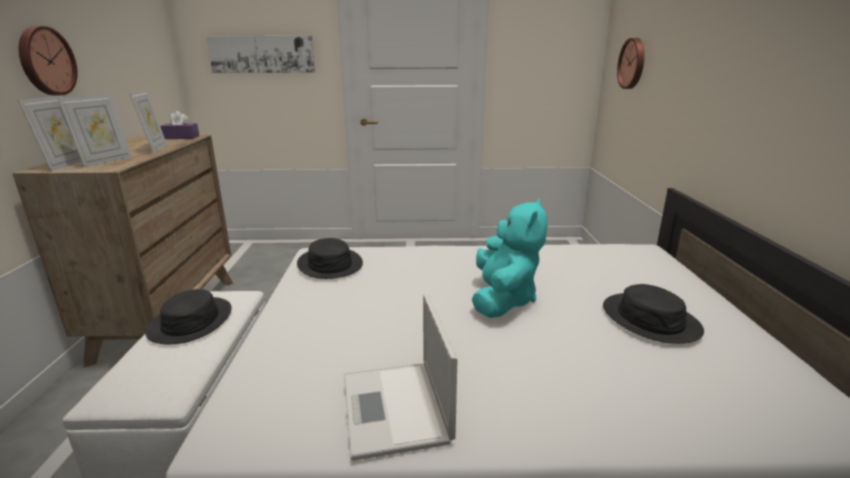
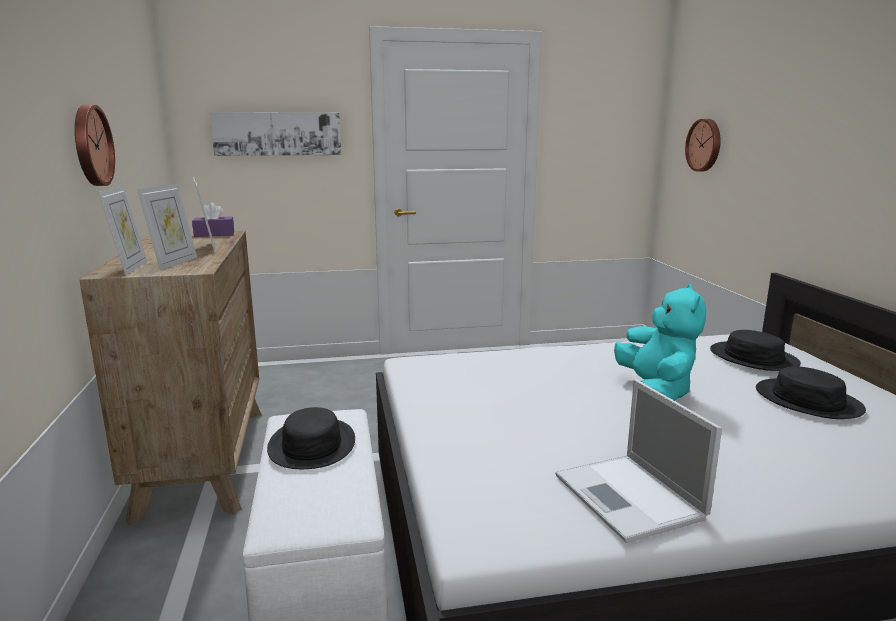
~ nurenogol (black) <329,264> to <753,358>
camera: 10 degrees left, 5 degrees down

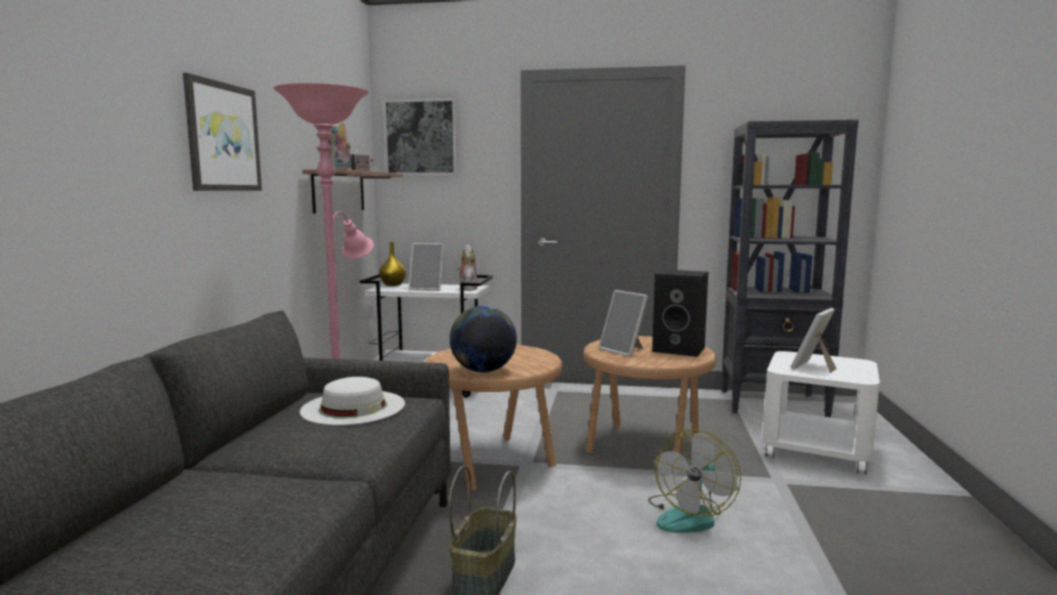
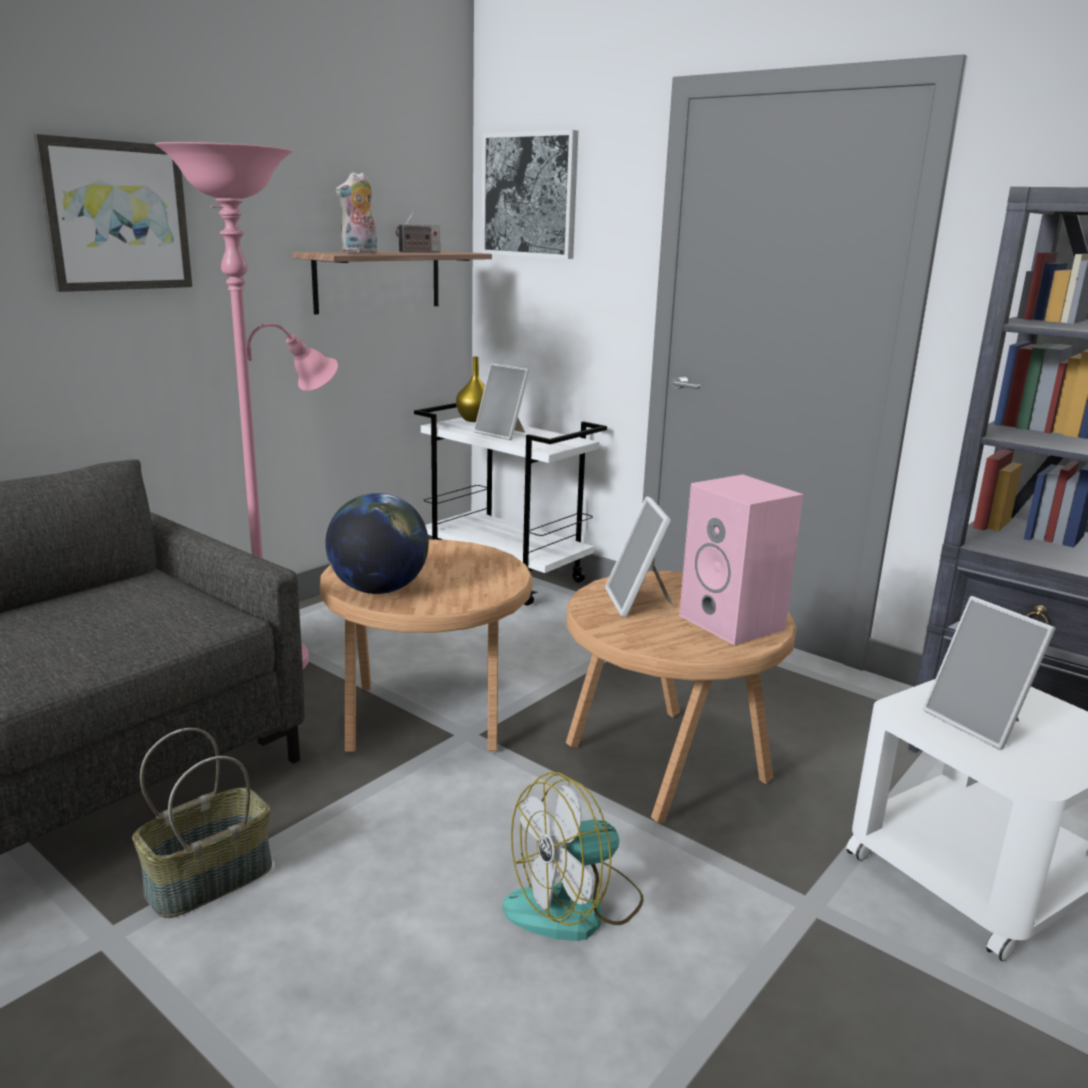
- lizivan <467,288>
~ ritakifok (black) <680,349> to ritakifok (pink) <734,623>
~ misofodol <813,367> = <979,723> 105 degrees counterclockwise
- nurenogol (white) <353,407>
camera: 30 degrees right, 10 degrees up

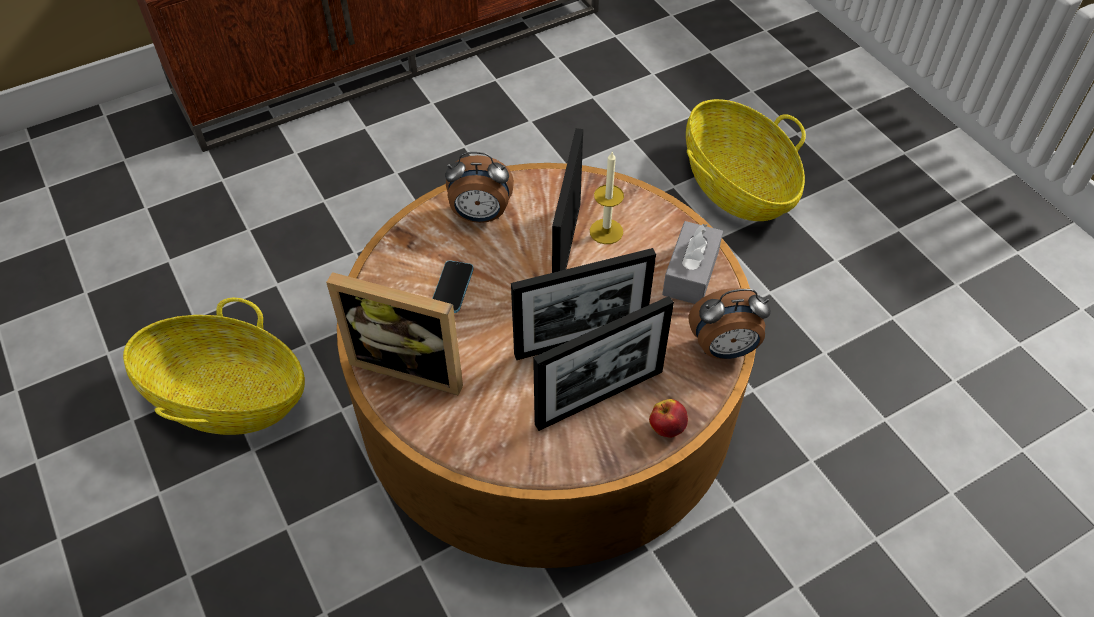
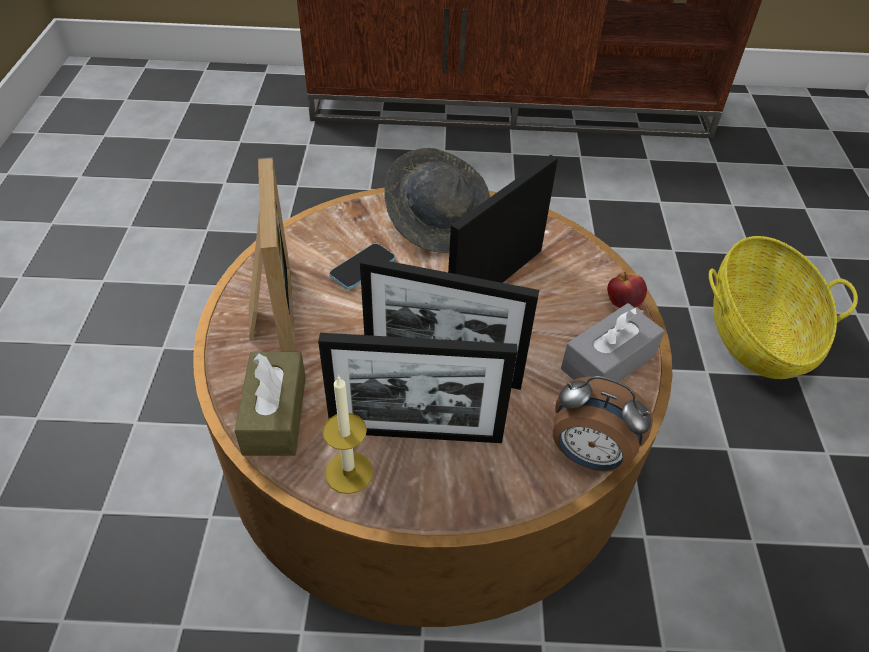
~ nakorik <480,216> to nurenogol (grey) <438,221>
~ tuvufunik <606,231> to <349,472>
~ misofodol <411,363> = <271,313> 150 degrees counterclockwise
- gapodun <227,397>
~ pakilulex <666,428> to <623,303>
+ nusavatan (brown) <275,415>
camera: 30 degrees right, 5 degrees down

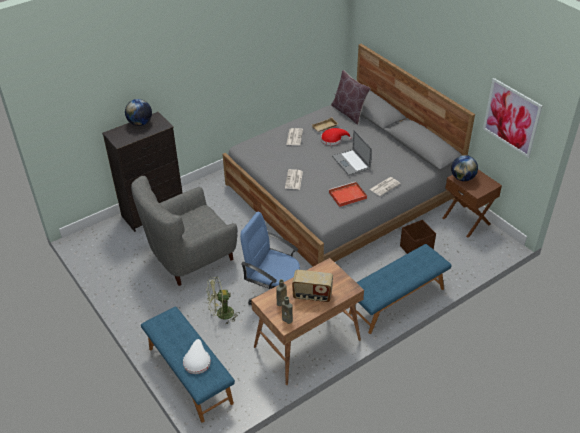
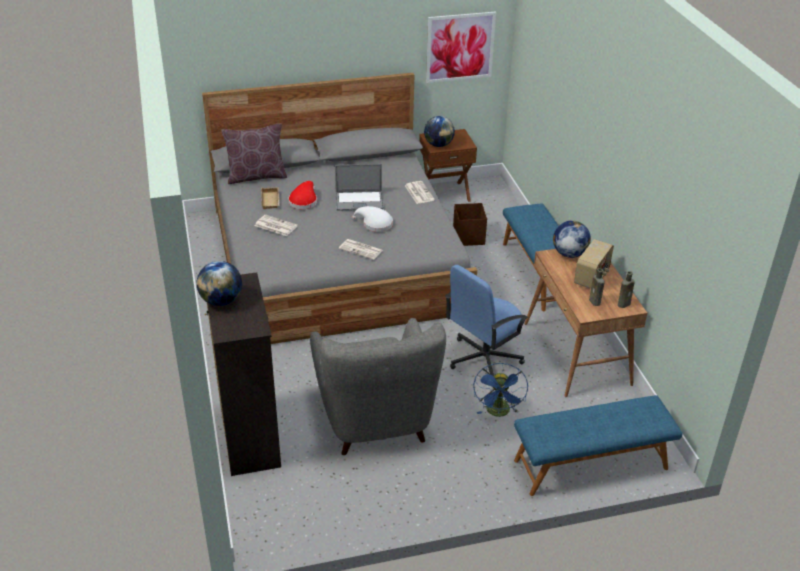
- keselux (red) <347,196>
~ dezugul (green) <221,314> to dezugul (blue) <499,413>
~ nurenogol (white) <197,361> to <375,224>
+ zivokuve <569,254>
camera: 70 degrees left, 5 degrees down

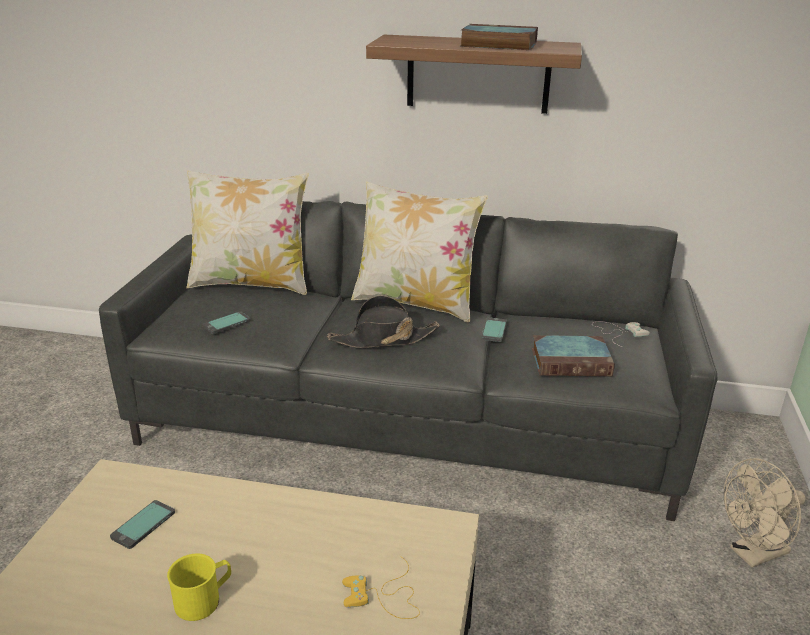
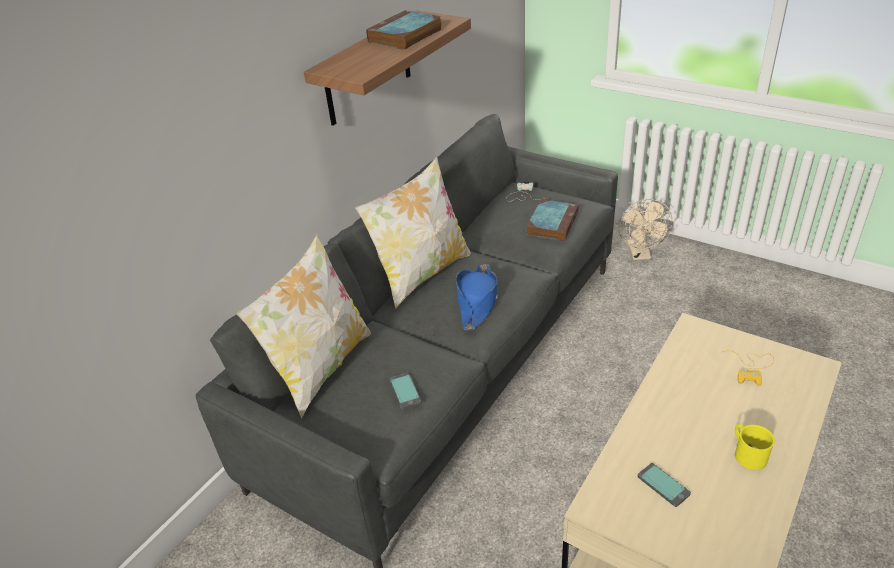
~ nurenogol (black) <383,339> to nurenogol (blue) <477,302>
- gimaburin <494,330>
camera: 65 degrees left, 10 degrees up

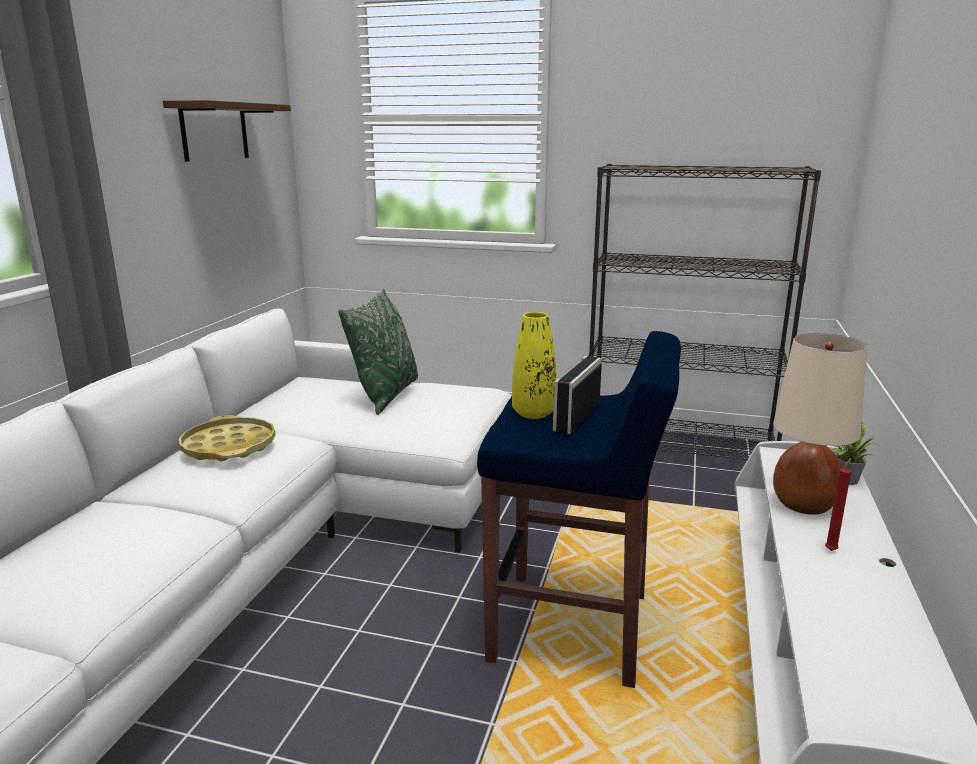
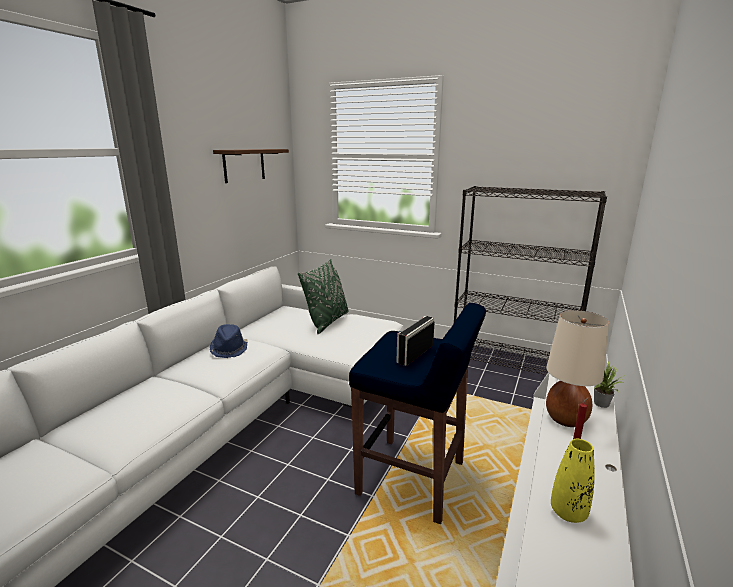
~ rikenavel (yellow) <533,413> to <568,512>
~ keselux (yellow) <229,447> to nurenogol (blue) <229,349>
camera: 10 degrees right, 0 degrees up

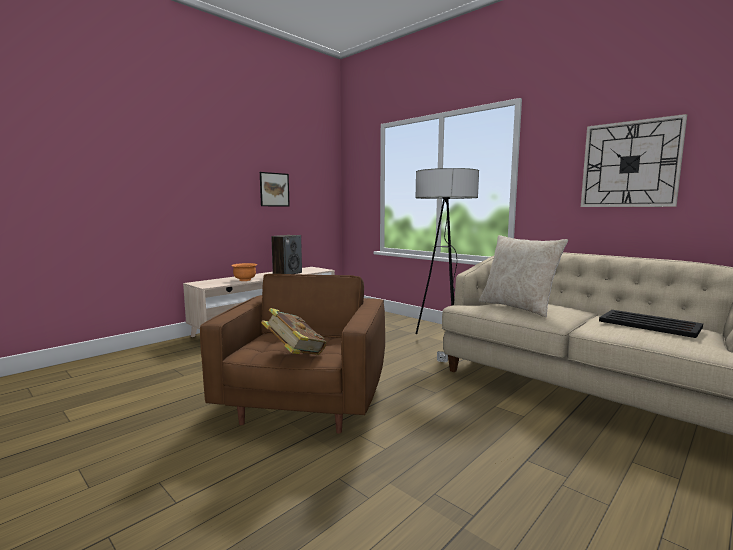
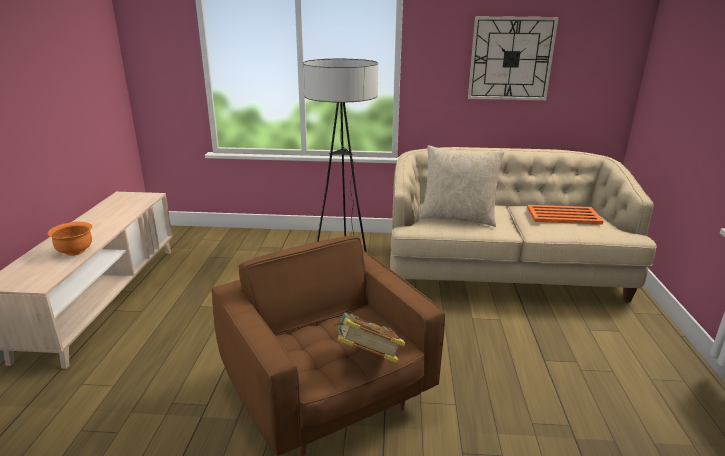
- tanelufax <274,189>
- ritakifok <287,273>
~ keselux (black) <648,324> to keselux (orange) <562,215>
camera: 40 degrees left, 15 degrees up

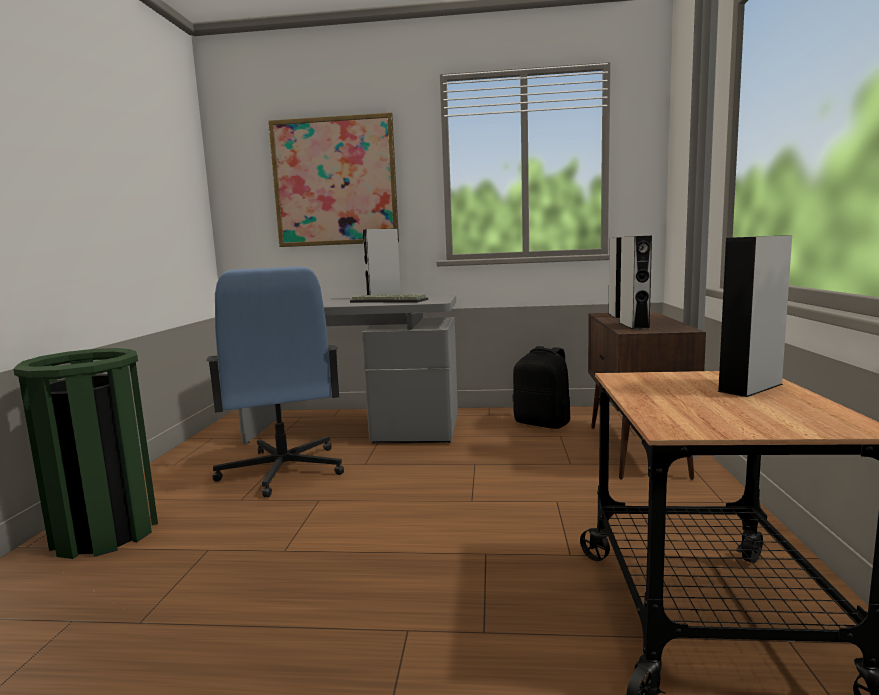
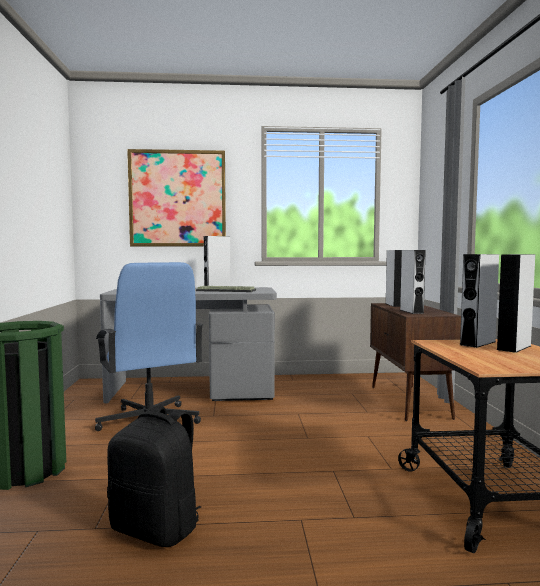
~ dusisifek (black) <543,423> to <157,529>
+ ritakifok (grey) <477,343>
camera: 10 degrees left, 5 degrees down

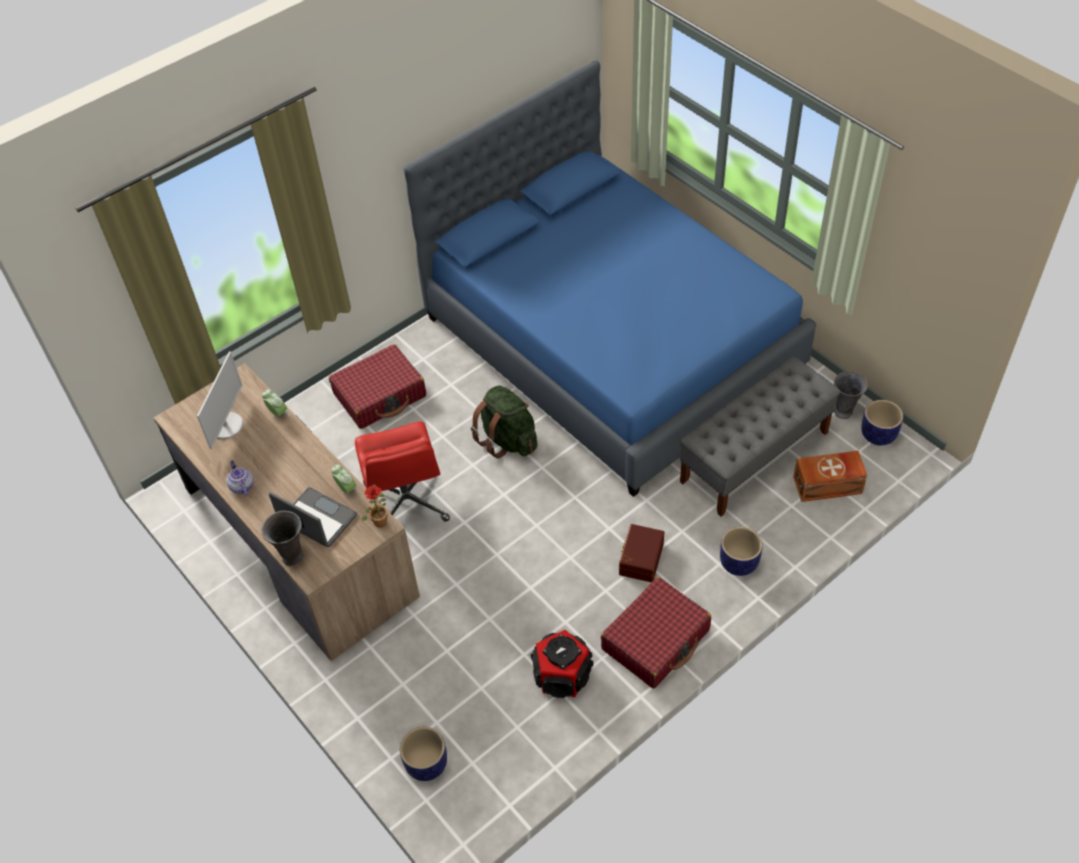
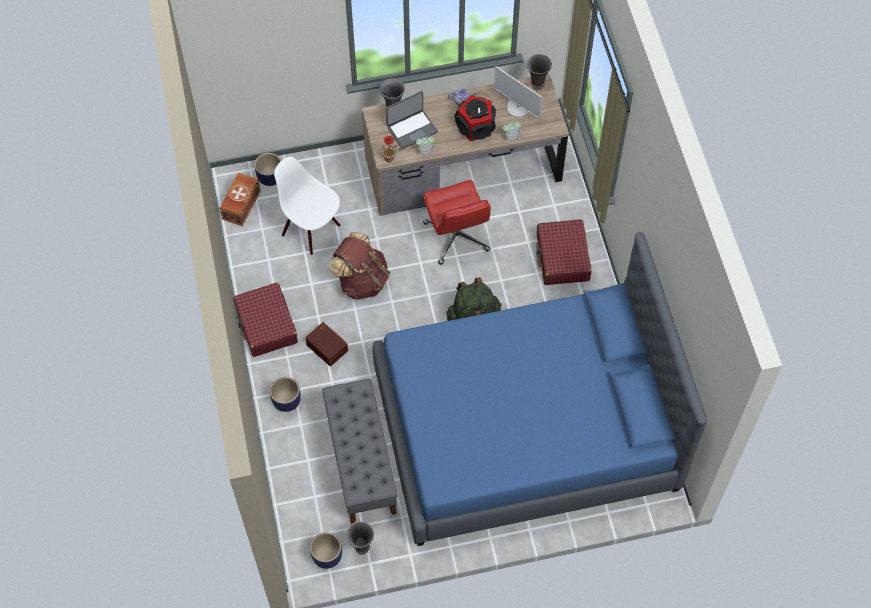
~ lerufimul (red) <407,502> = <457,237> 120 degrees counterclockwise
~ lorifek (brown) <828,486> to <240,205>
~ ritakifok <561,675> to <476,127>
+ rikenavel (grey) <537,85>
+ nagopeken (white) <311,230>
+ dusisifek (brown) <362,280>
camera: 115 degrees right, 10 degrees up

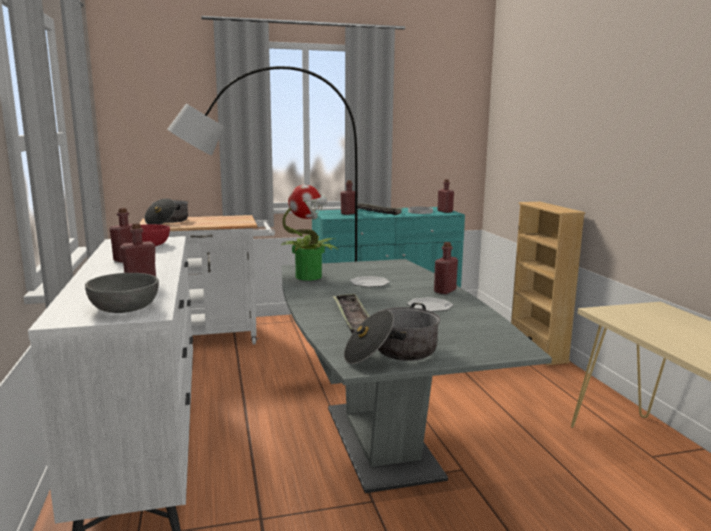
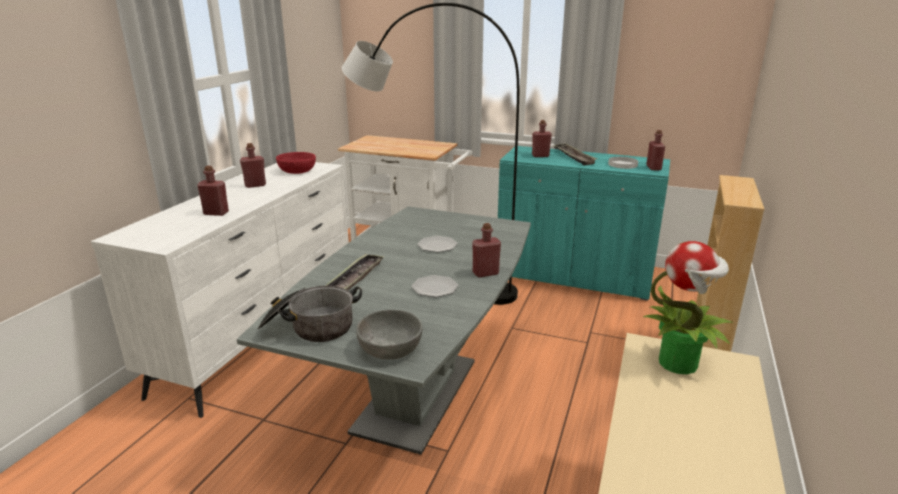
~ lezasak <309,276> to <679,363>
- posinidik <167,221>
~ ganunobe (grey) <125,307> to <390,348>
camera: 35 degrees right, 10 degrees up

